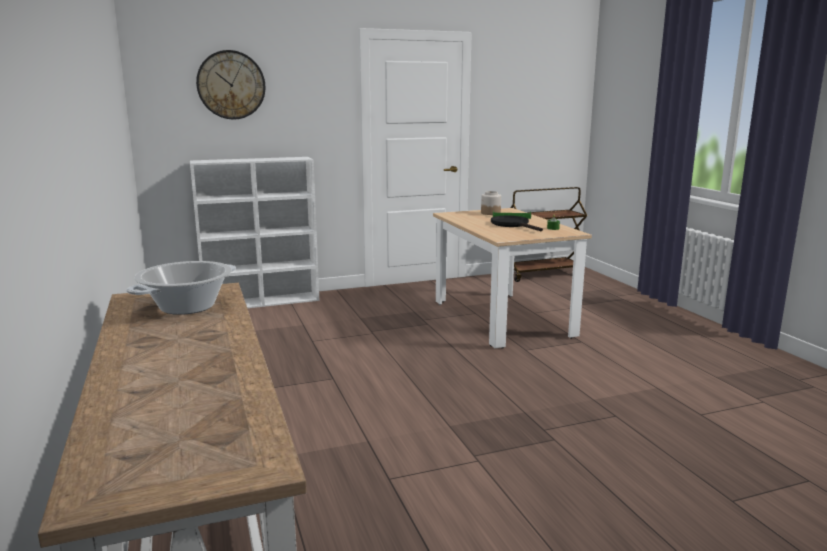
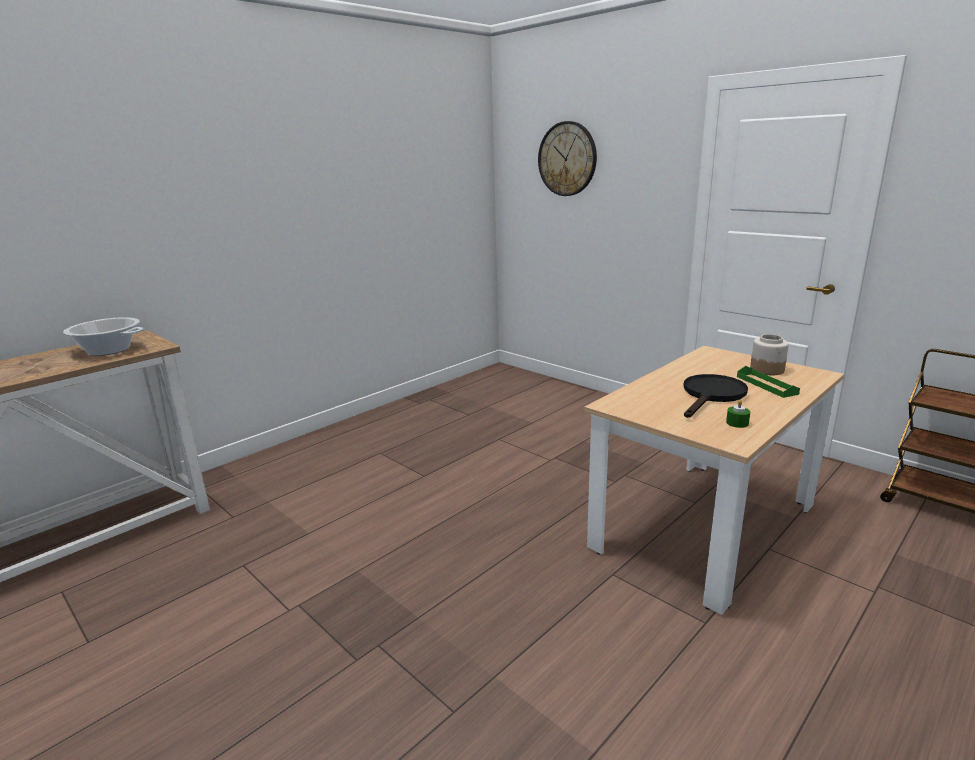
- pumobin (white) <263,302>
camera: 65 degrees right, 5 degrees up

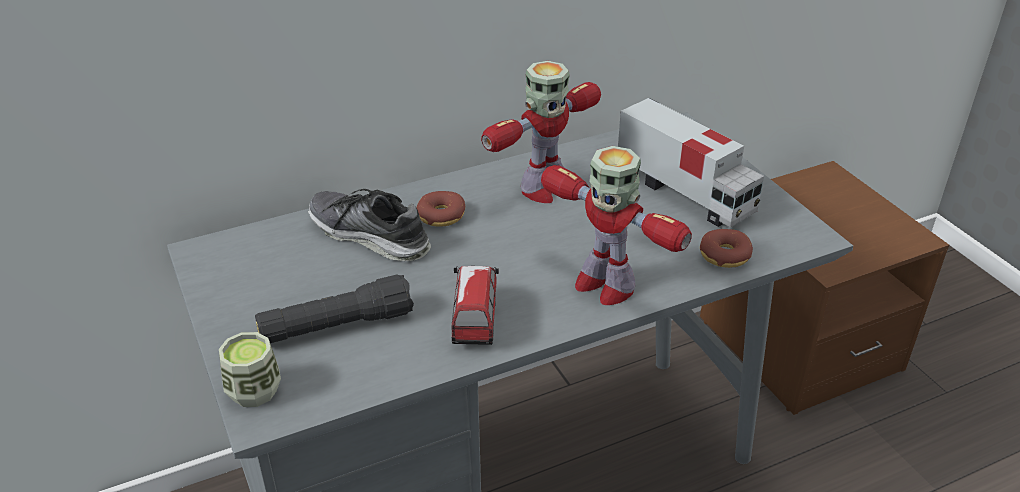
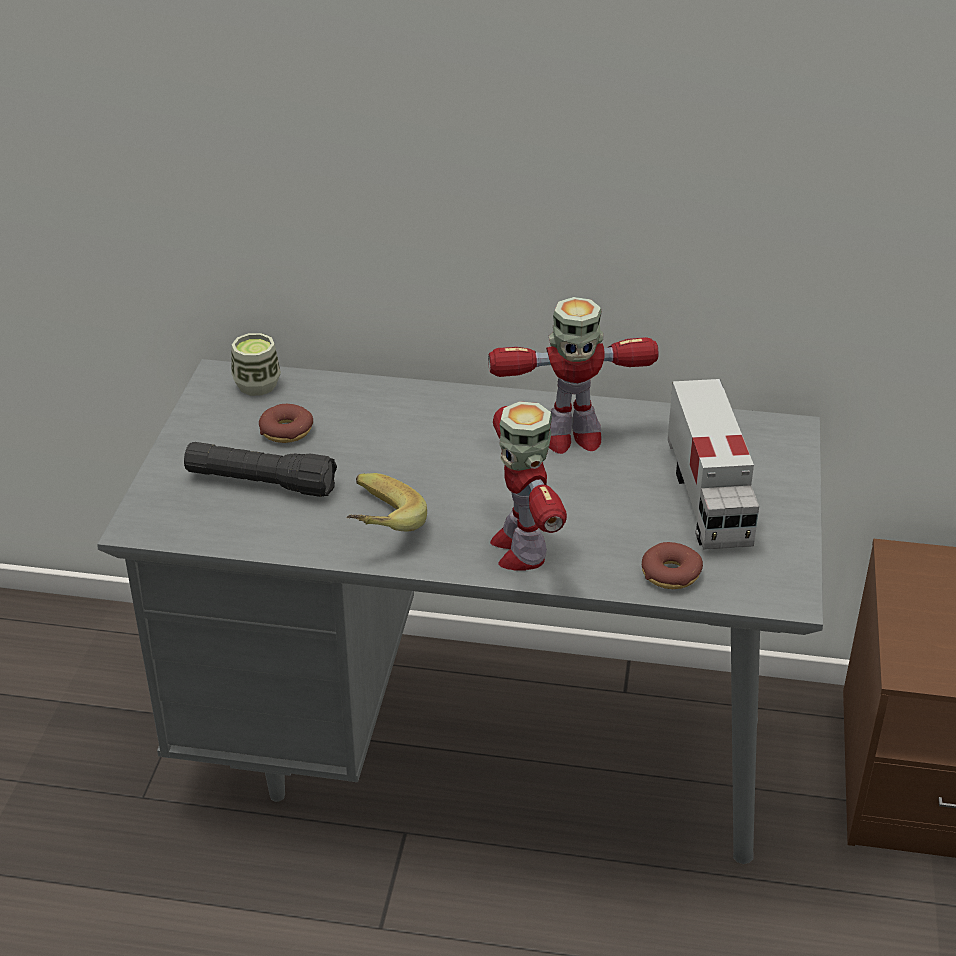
- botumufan <369,236>
~ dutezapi <441,216> to <286,431>
~ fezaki <474,319> to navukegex <374,527>
~ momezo <254,391> to <257,385>
camera: 35 degrees right, 0 degrees up

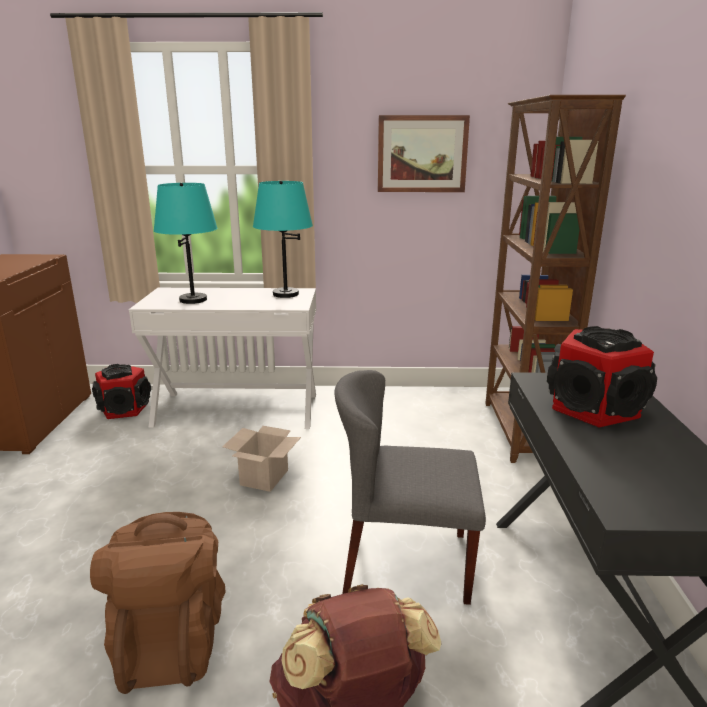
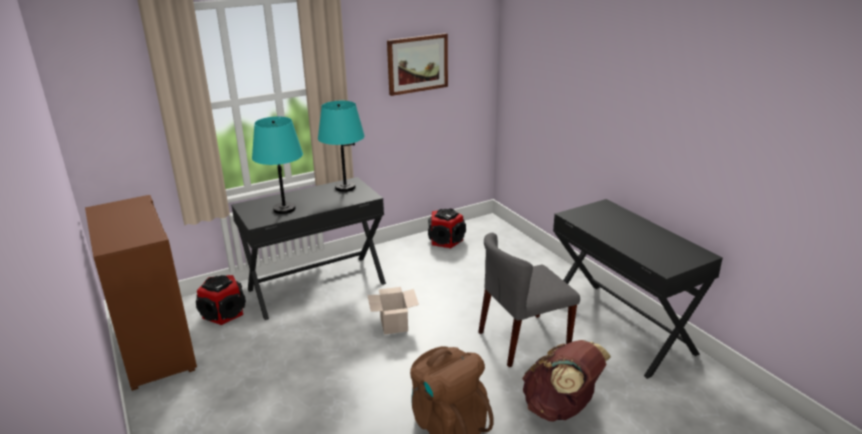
- pumobin (brown) <520,431>
~ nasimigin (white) <237,409> to nasimigin (black) <316,286>
~ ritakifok <593,408> to <445,240>
camera: 30 degrees left, 5 degrees up

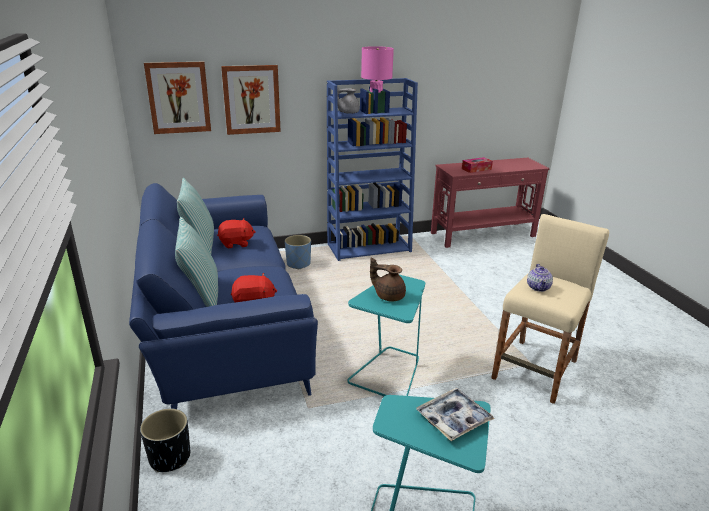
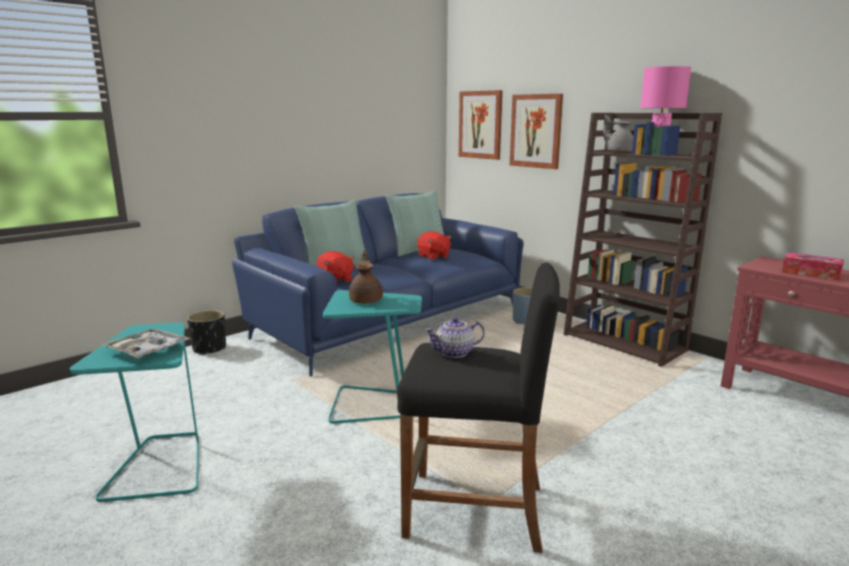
~ pumobin (blue) <369,247> to pumobin (brown) <625,343>
~ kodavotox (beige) <536,369> to kodavotox (black) <474,510>
camera: 65 degrees right, 10 degrees down

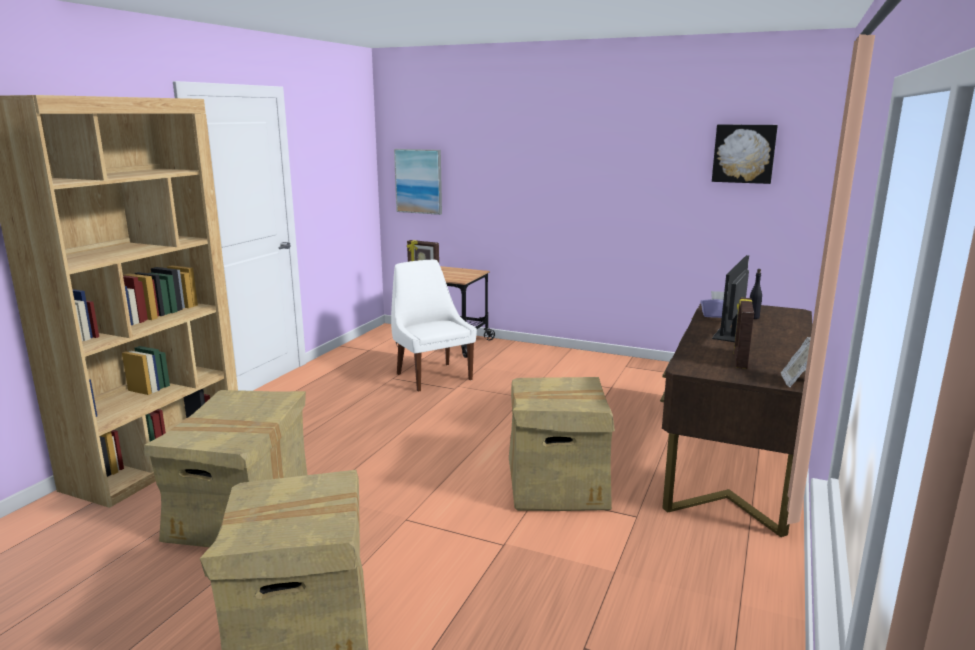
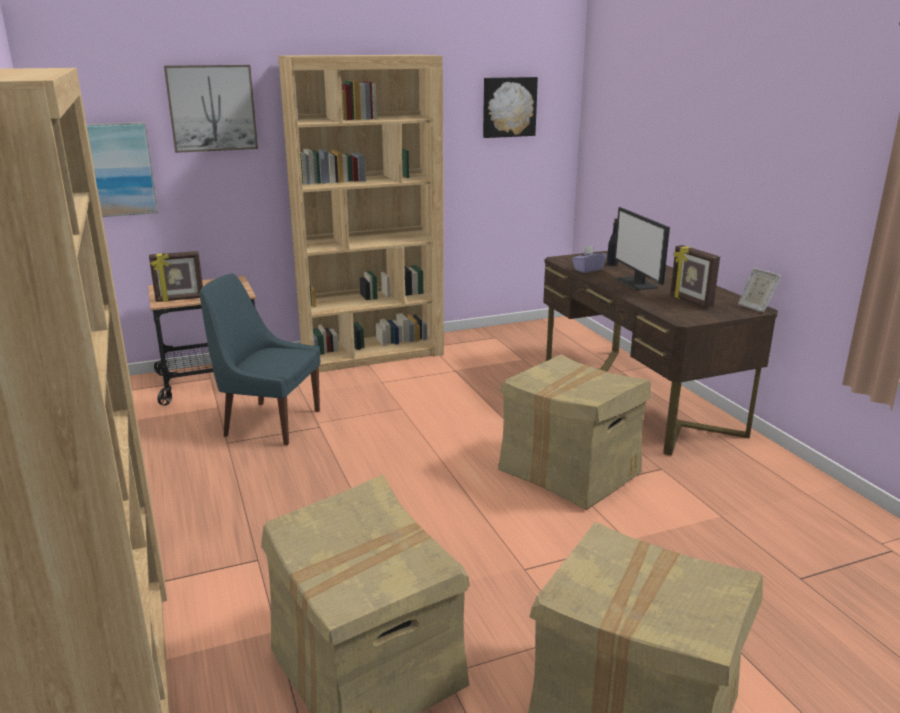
~ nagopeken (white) <432,376> to nagopeken (blue) <269,423>
+ pumobin (brown) <373,353>
+ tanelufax <212,108>
camera: 45 degrees left, 5 degrees up

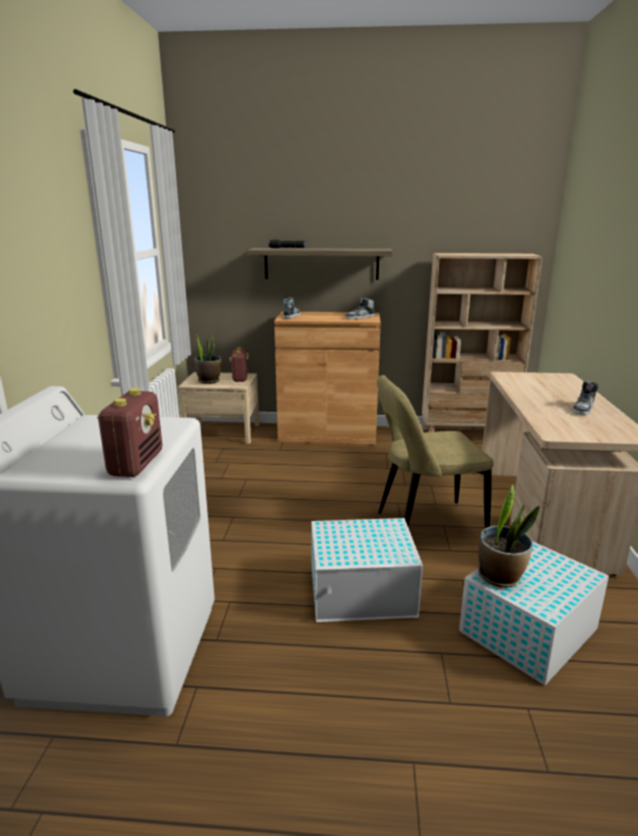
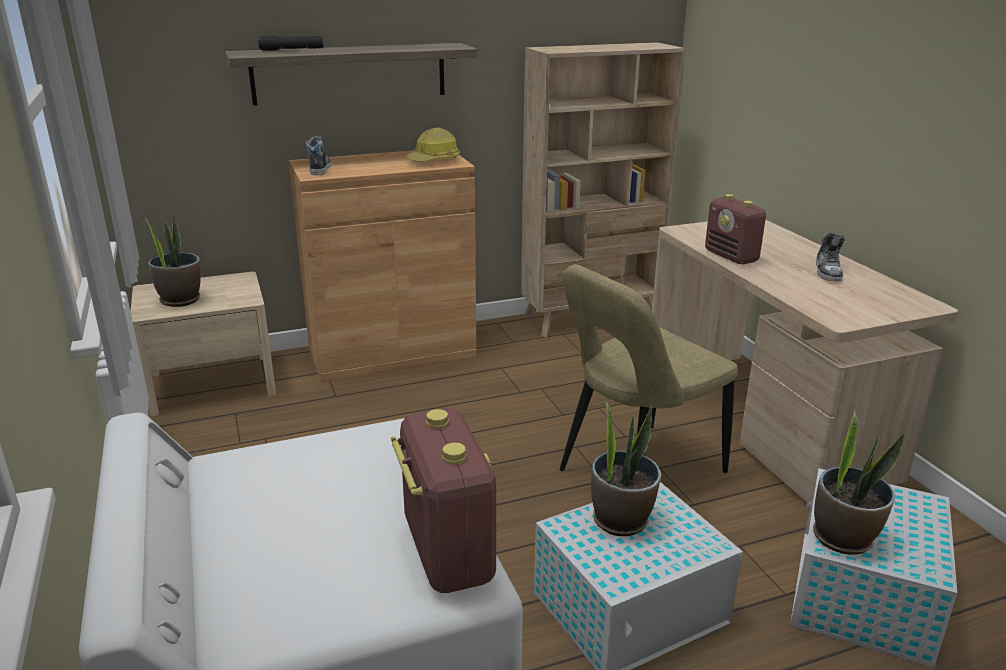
~ botumufan <360,317> to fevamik <434,160>
~ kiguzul <240,379> to <731,257>
+ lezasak <621,519>
camera: 25 degrees left, 5 degrees up

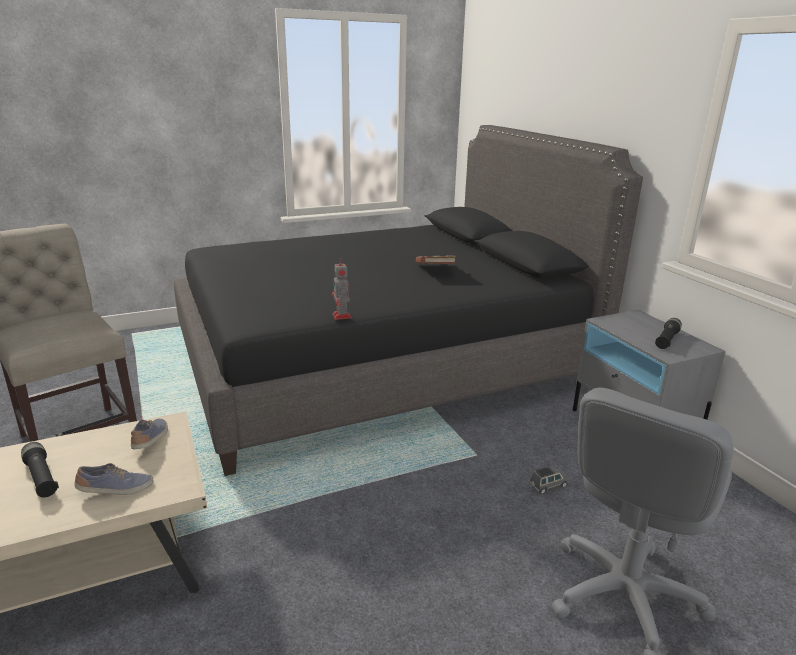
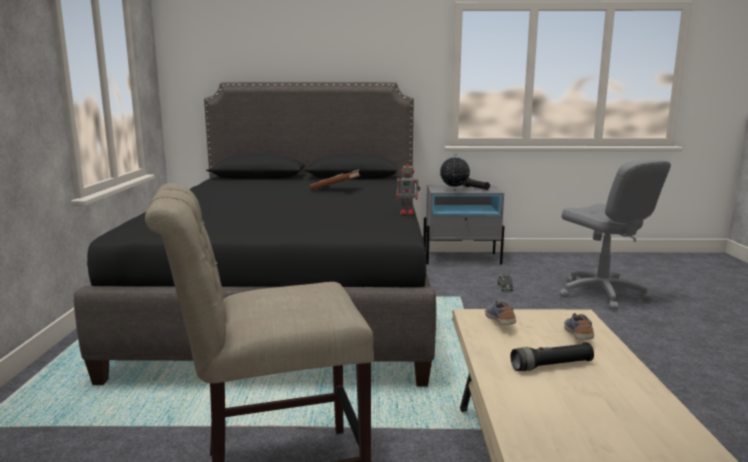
~ botumufan <151,440> = <500,322> 60 degrees clockwise
+ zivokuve <454,190>
camera: 65 degrees left, 10 degrees down

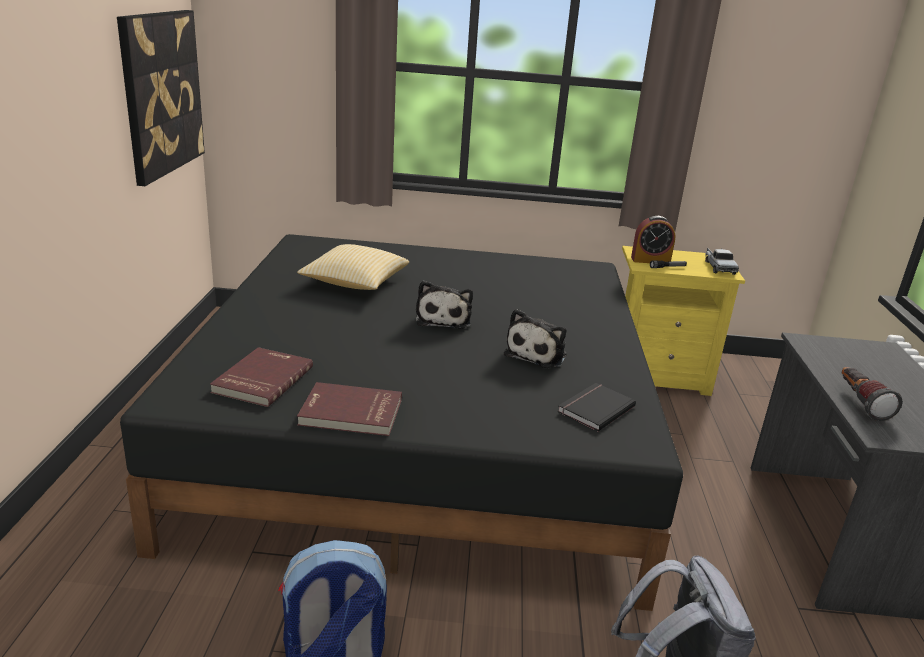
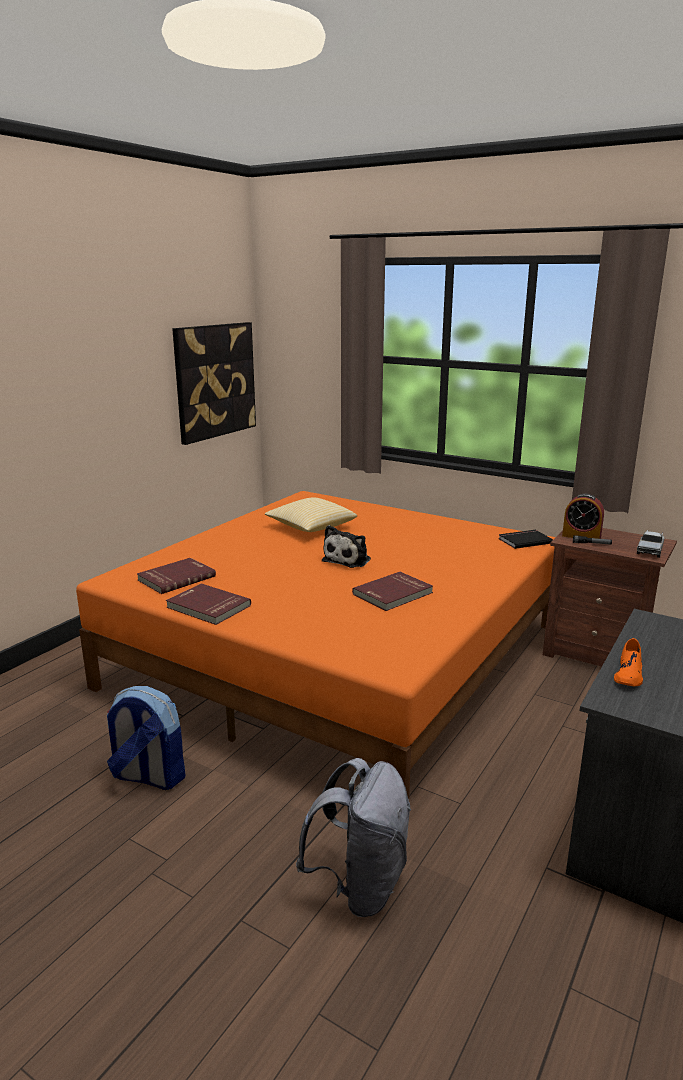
~ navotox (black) <424,432> to navotox (orange) <339,656>
~ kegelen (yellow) <658,375> to kegelen (brown) <598,654>
~ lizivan <537,354> to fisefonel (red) <393,594>
~ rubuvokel <860,403> to botumufan (orange) <628,674>
~ fisefonel (black) <594,408> to <524,540>
camera: 30 degrees right, 5 degrees down

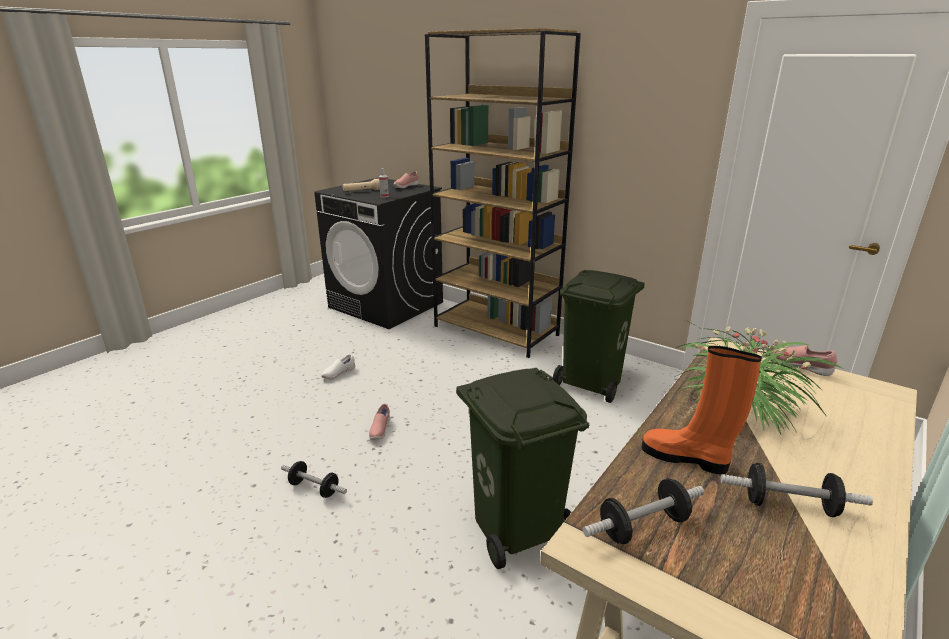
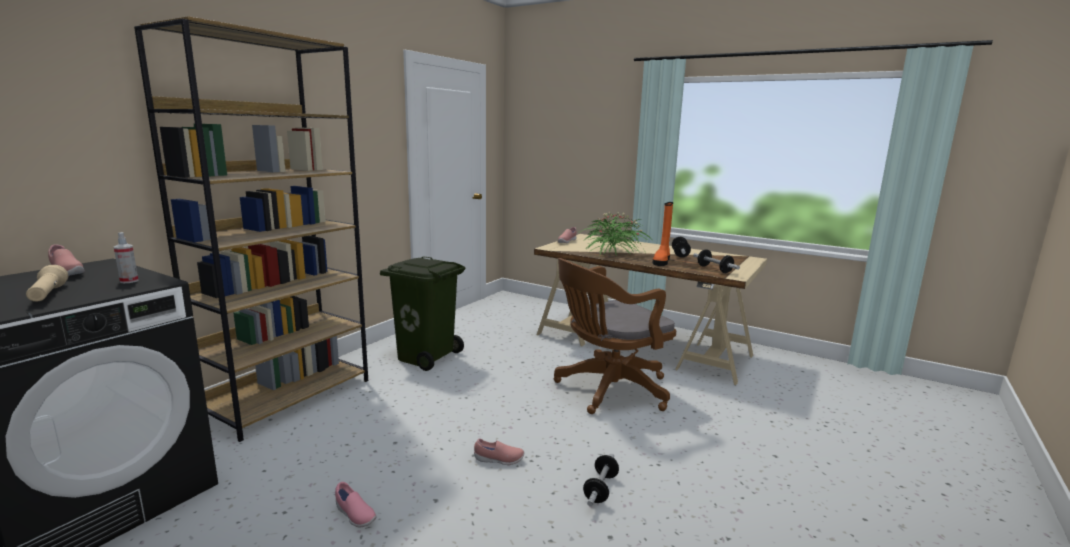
~ botumufan (white) <338,374> to botumufan (pink) <354,515>
~ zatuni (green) <518,526> to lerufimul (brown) <608,390>
camera: 95 degrees left, 10 degrees down

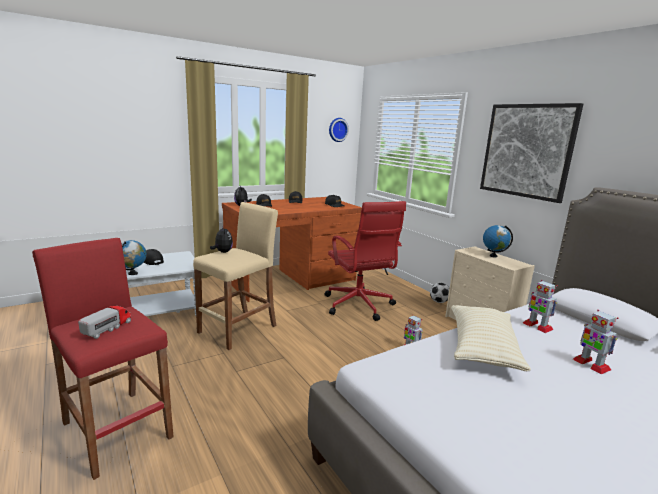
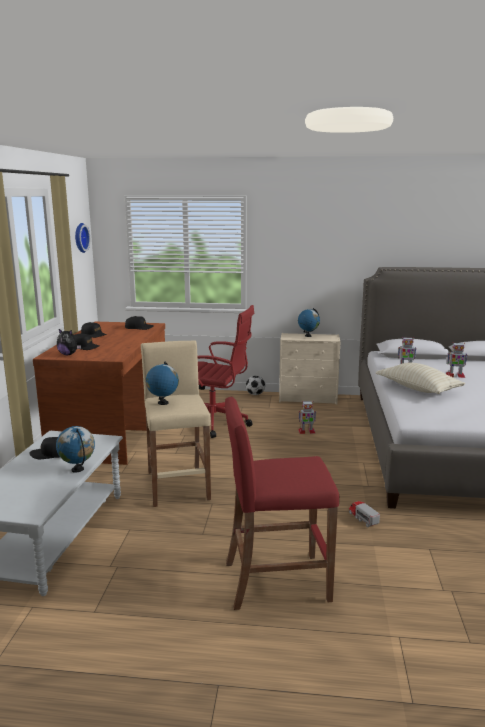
- tanelufax <527,151>
~ lizivan <222,252> to zivokuve <163,403>
~ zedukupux <108,328> to <363,518>
camera: 50 degrees left, 0 degrees up

